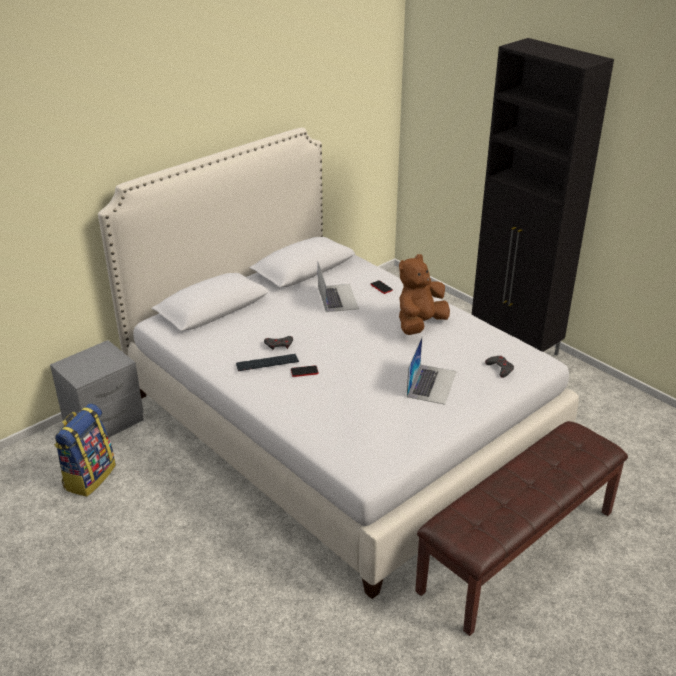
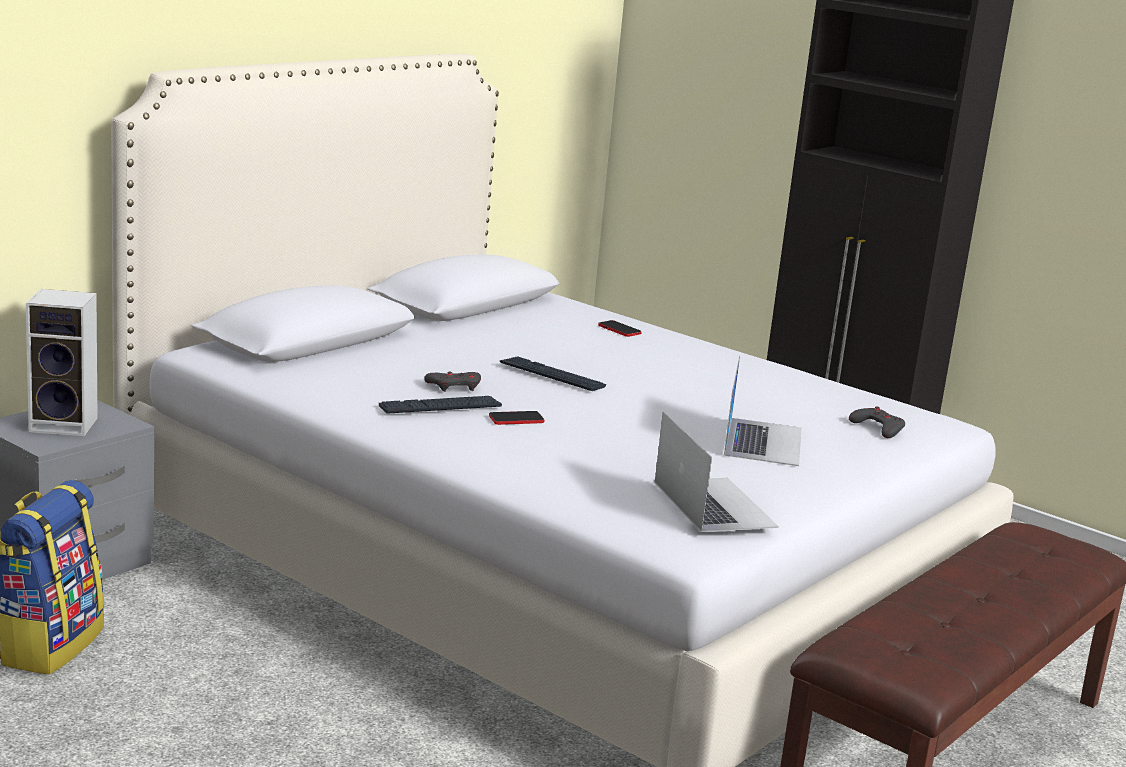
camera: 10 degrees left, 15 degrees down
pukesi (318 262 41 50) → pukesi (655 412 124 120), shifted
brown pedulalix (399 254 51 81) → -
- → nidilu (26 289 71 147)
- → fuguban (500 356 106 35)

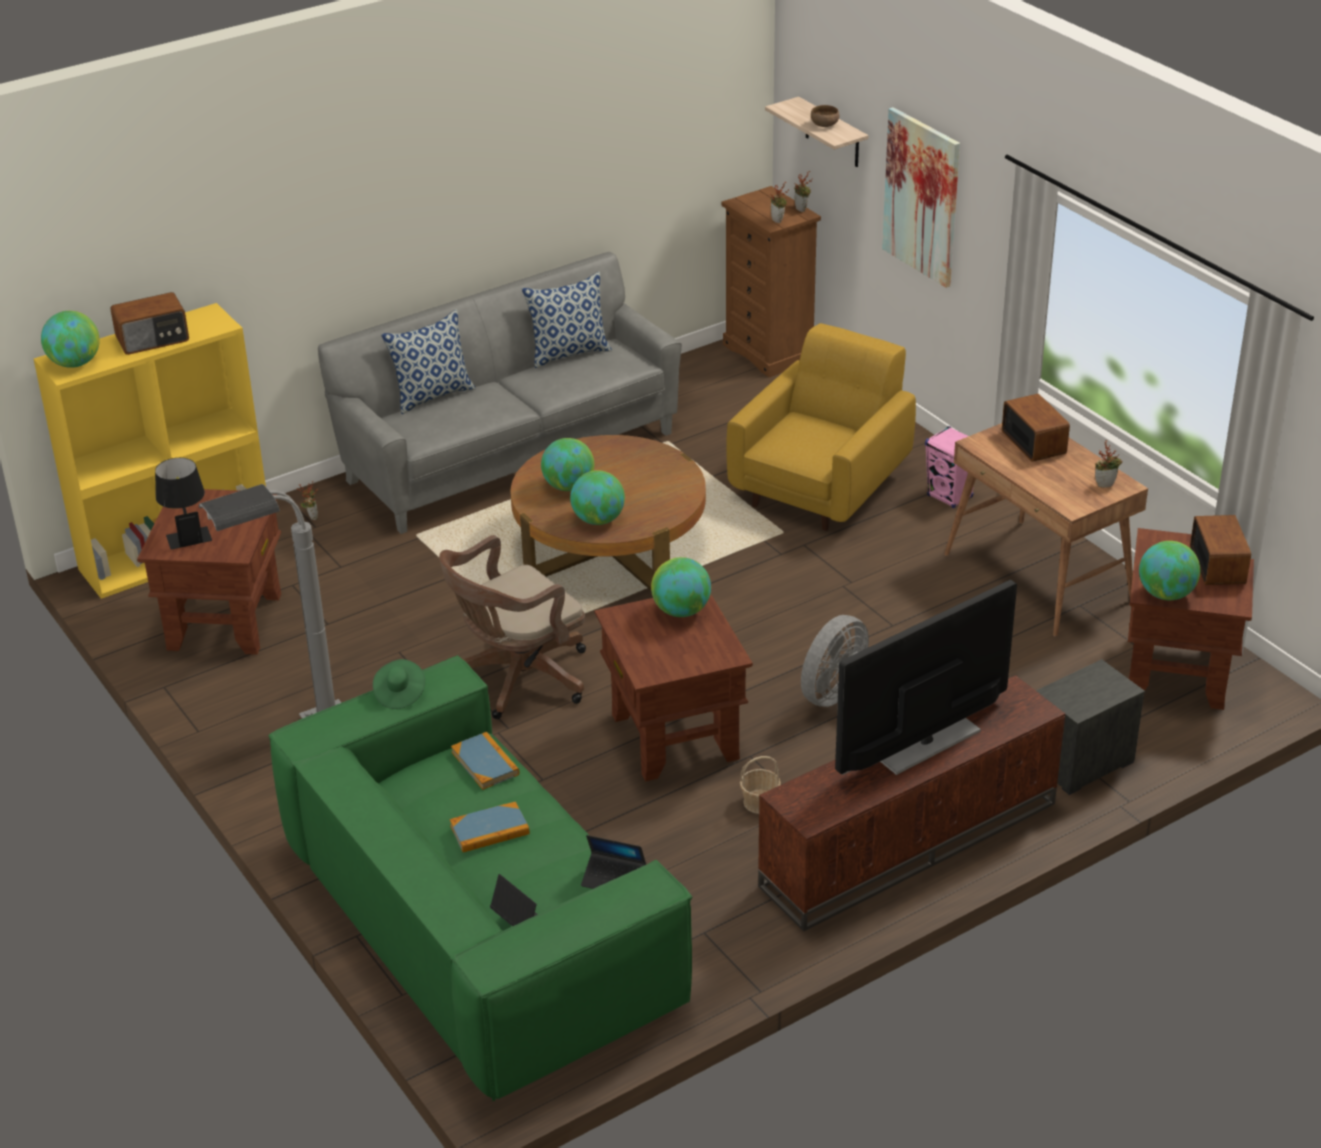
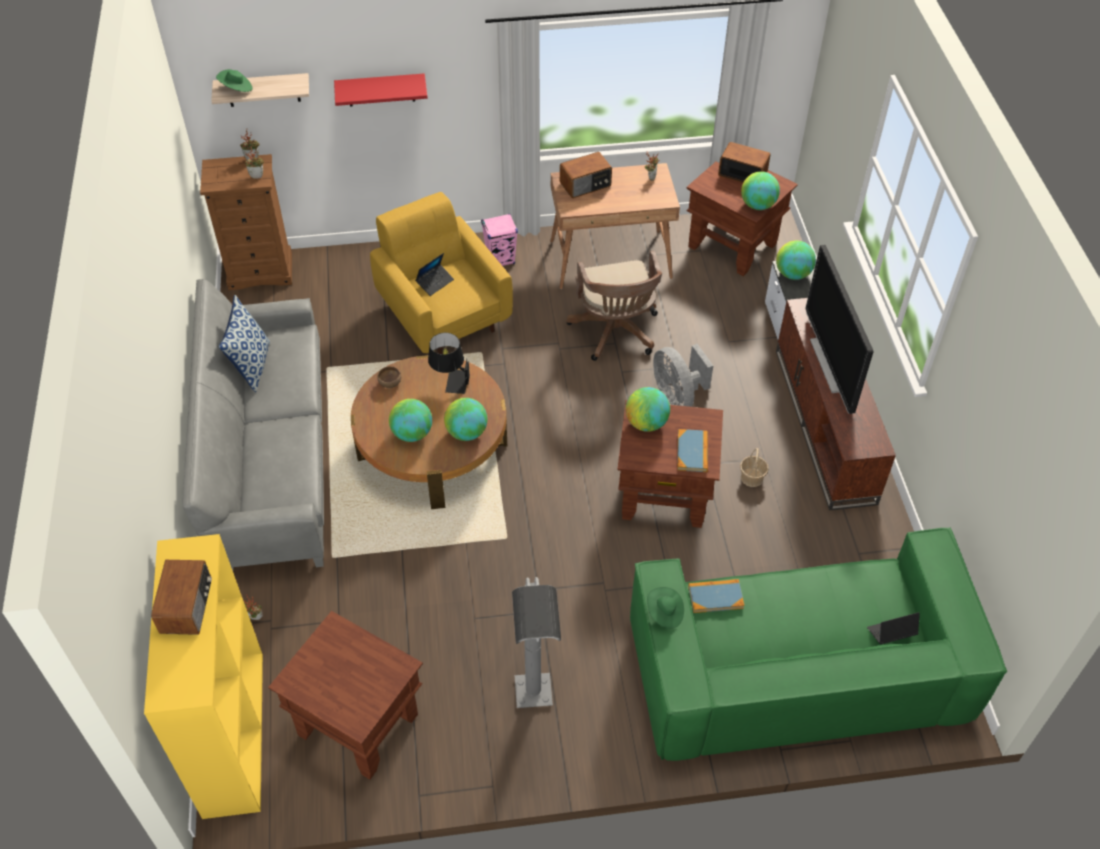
camera: 65 degrees left, 15 degrees up
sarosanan (41 311 59 57) → sarosanan (776 241 40 39), shifted
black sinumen (155 458 57 92) → black sinumen (428 333 42 61), shifted
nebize (381 309 95 105) → -
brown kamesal (439 535 147 184) → brown kamesal (566 251 96 110), shifted
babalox (450 801 80 51) → babalox (677 429 31 43), shifted
pukesi (581 835 65 54) → pukesi (416 253 38 43), shifted
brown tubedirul (811 105 28 22) → brown tubedirul (378 366 23 22), shifted
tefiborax (882 107 78 181) → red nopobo (334 73 94 34)
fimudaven (1002 394 68 68) → fimudaven (560 152 52 46), 150 degrees clockwise
- → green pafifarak (216 69 36 23)

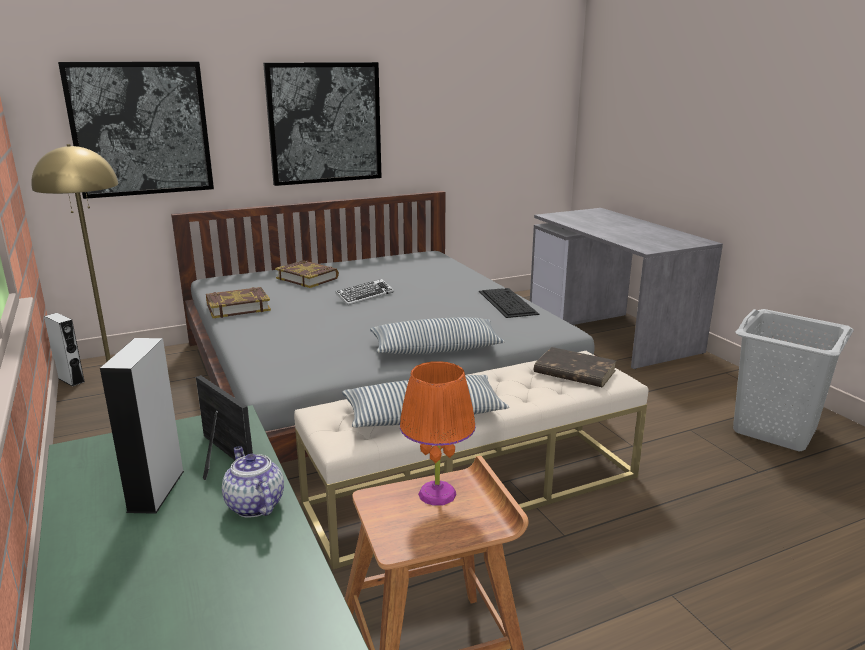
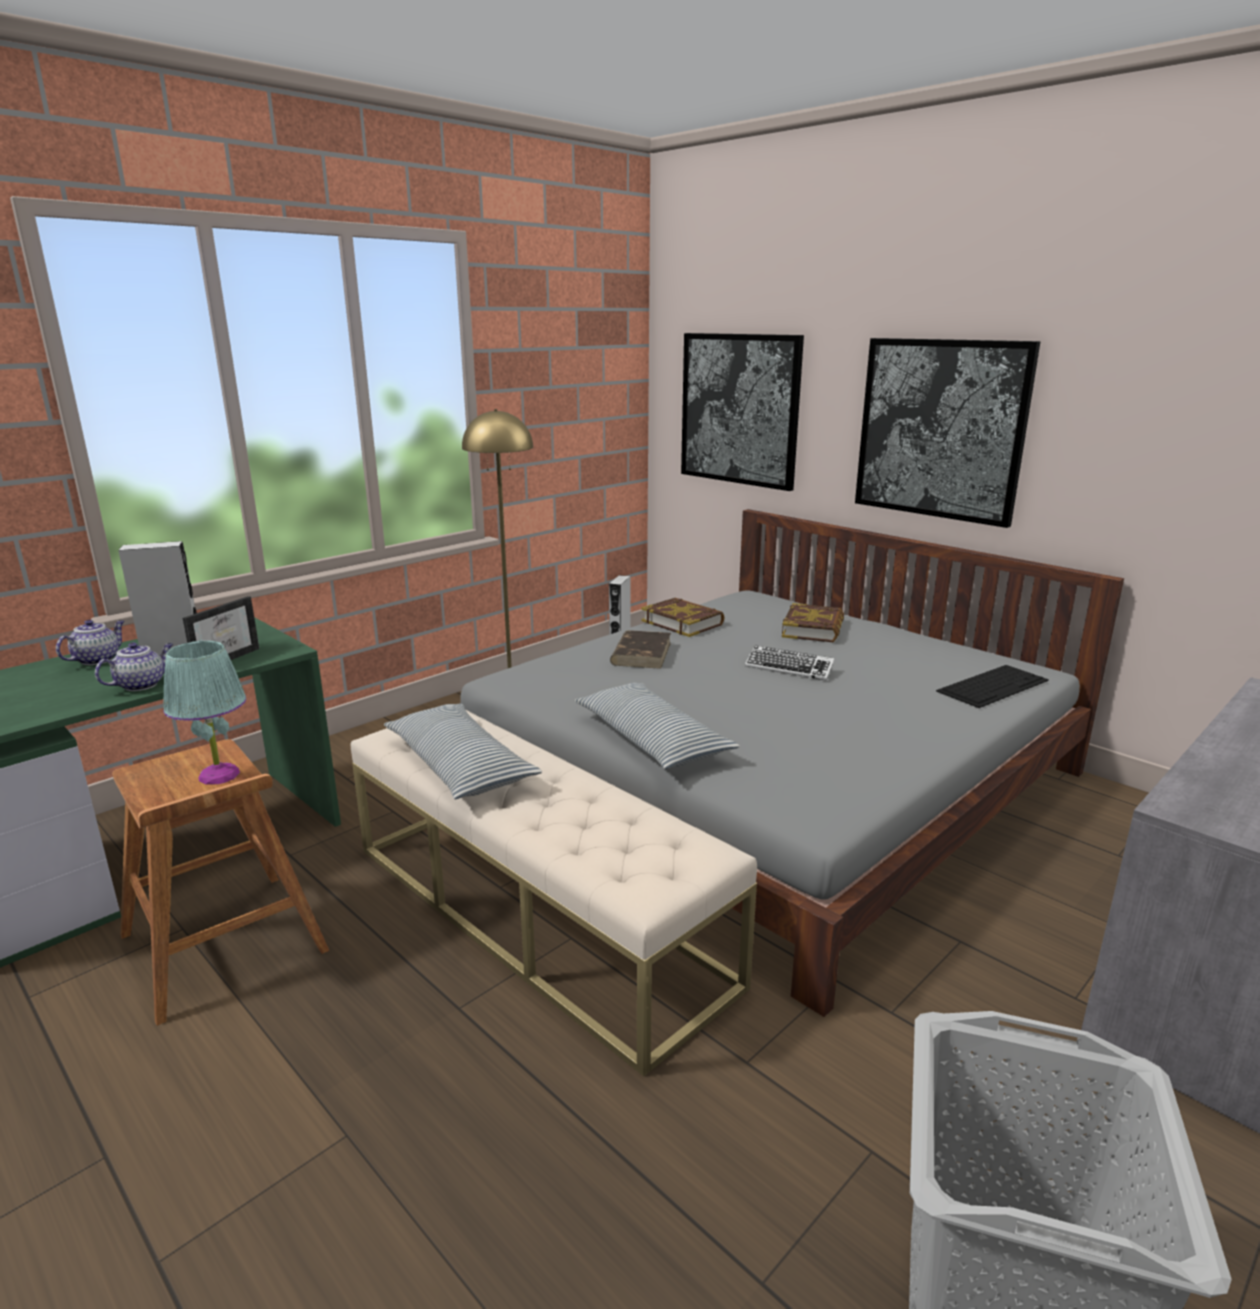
camera: 70 degrees right, 0 degrees up
orange sinumen (400 361 76 144) → turquoise sinumen (163 641 83 144)
fuguban (479 288 60 30) → fuguban (936 665 113 43), shifted
brown babalox (534 347 83 40) → brown babalox (610 630 61 39), shifted
- → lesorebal (56 620 68 45)

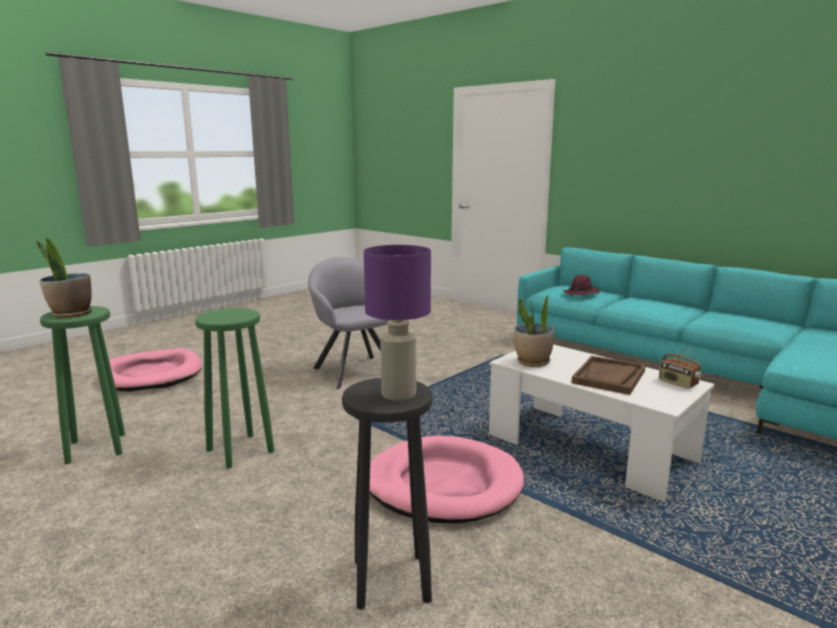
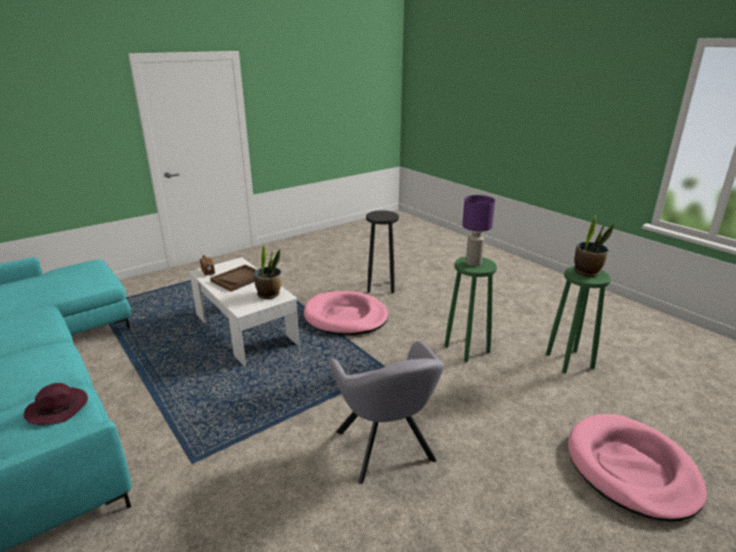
camera: 170 degrees left, 10 degrees up
purple sinumen (364 245 67 156) → purple sinumen (462 195 33 71), shifted

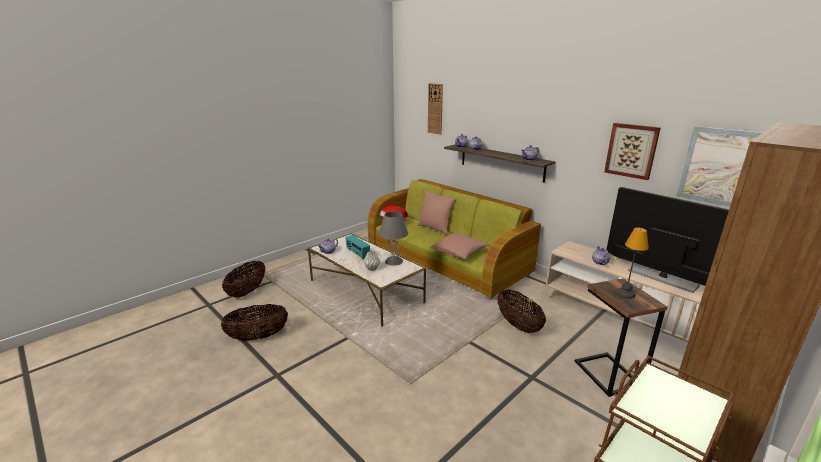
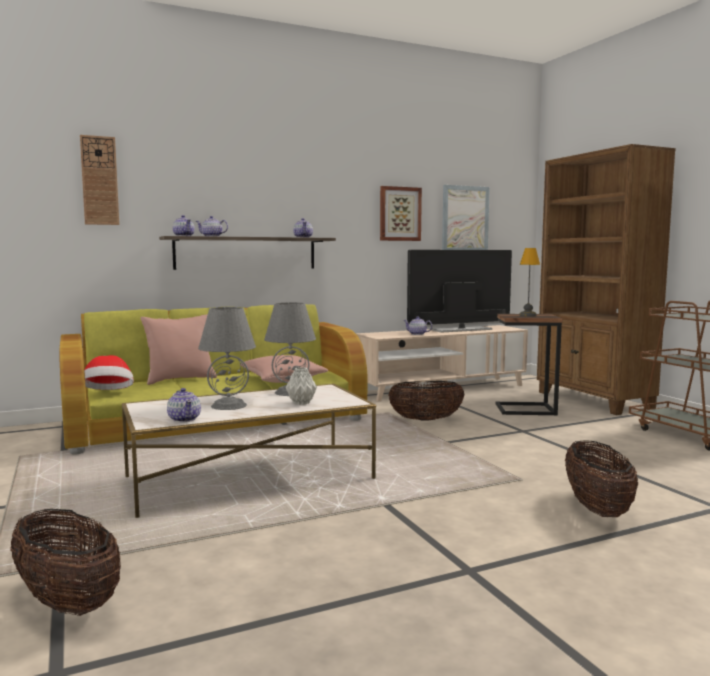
camera: 70 degrees left, 15 degrees down
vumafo (221 304 67 37) → vumafo (565 440 73 77), shifted
fimudaven (345 235 25 25) → grey sinumen (198 307 58 103)

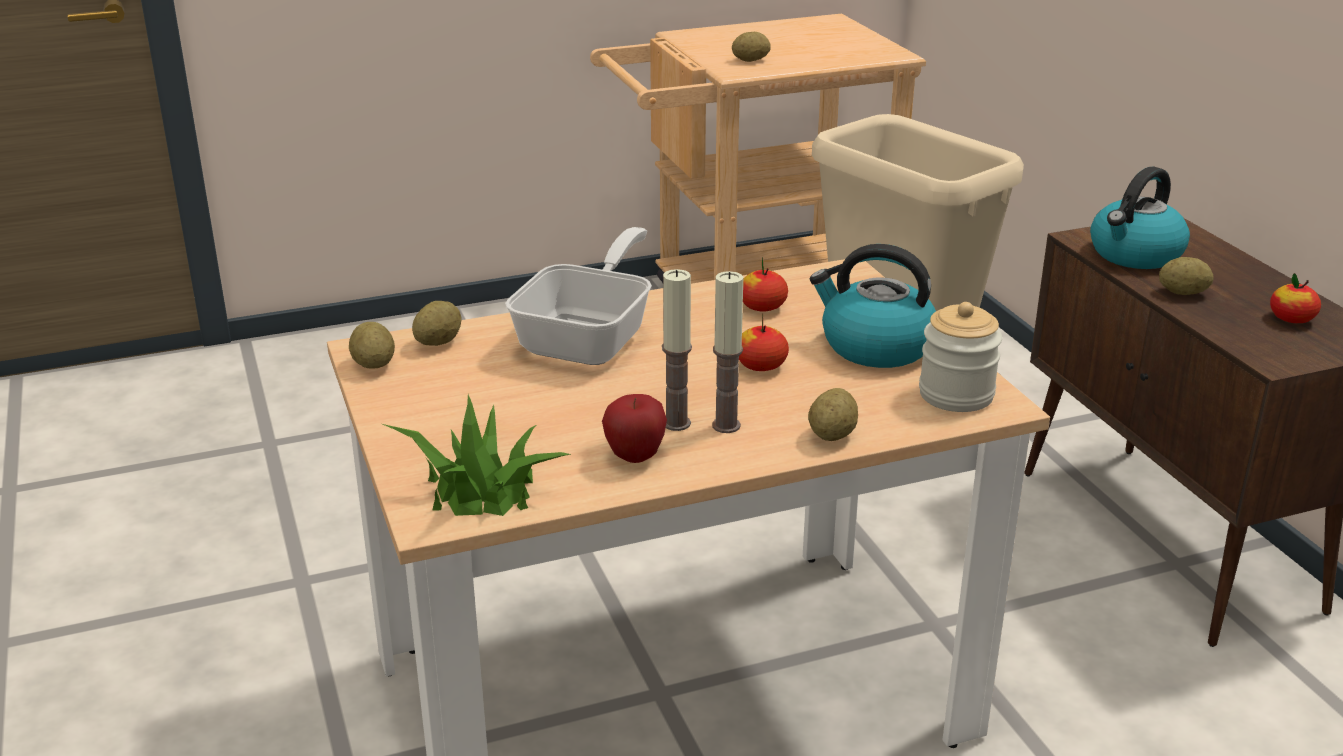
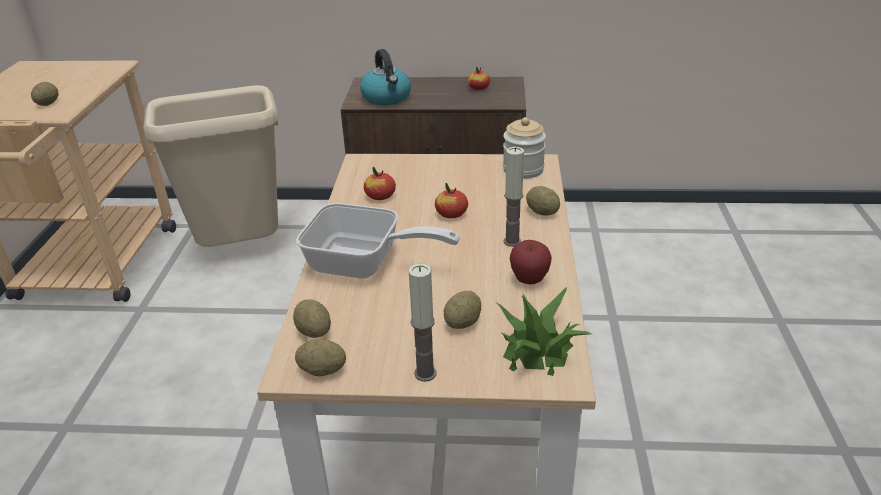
camera: 65 degrees left, 5 degrees up
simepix (505 227 147 138) → simepix (296 203 164 76), 150 degrees clockwise
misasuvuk (662 269 30 162) → misasuvuk (409 264 27 118), shifted
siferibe (810 244 126 124) → -
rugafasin (1159 257 55 38) → rugafasin (444 291 37 38), shifted

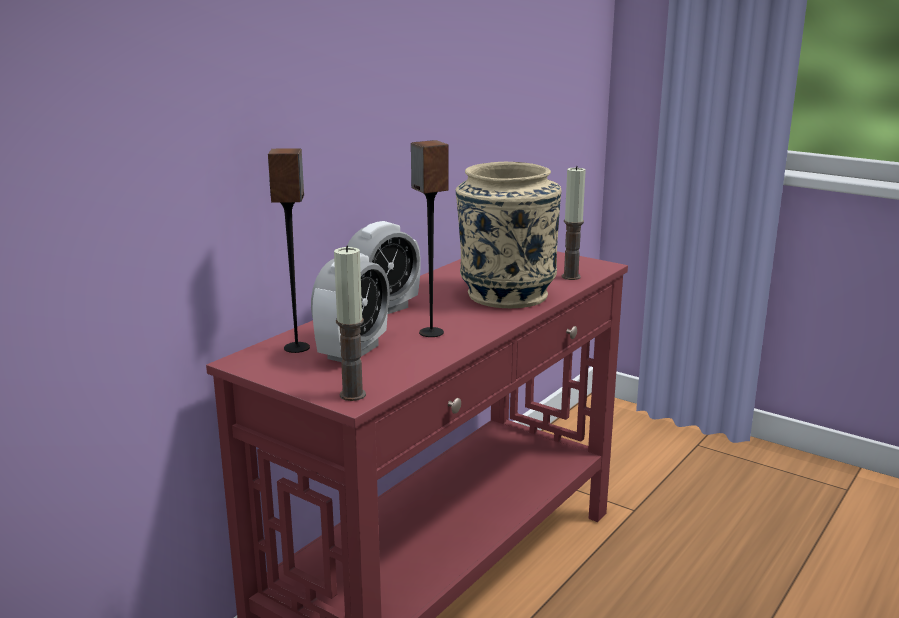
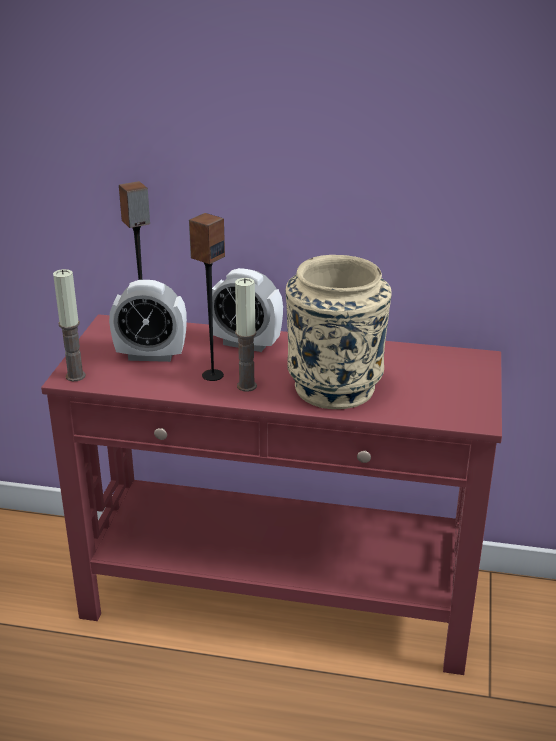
camera: 65 degrees right, 10 degrees up
misasuvuk (562 166 24 114) → misasuvuk (235 278 22 114), shifted

